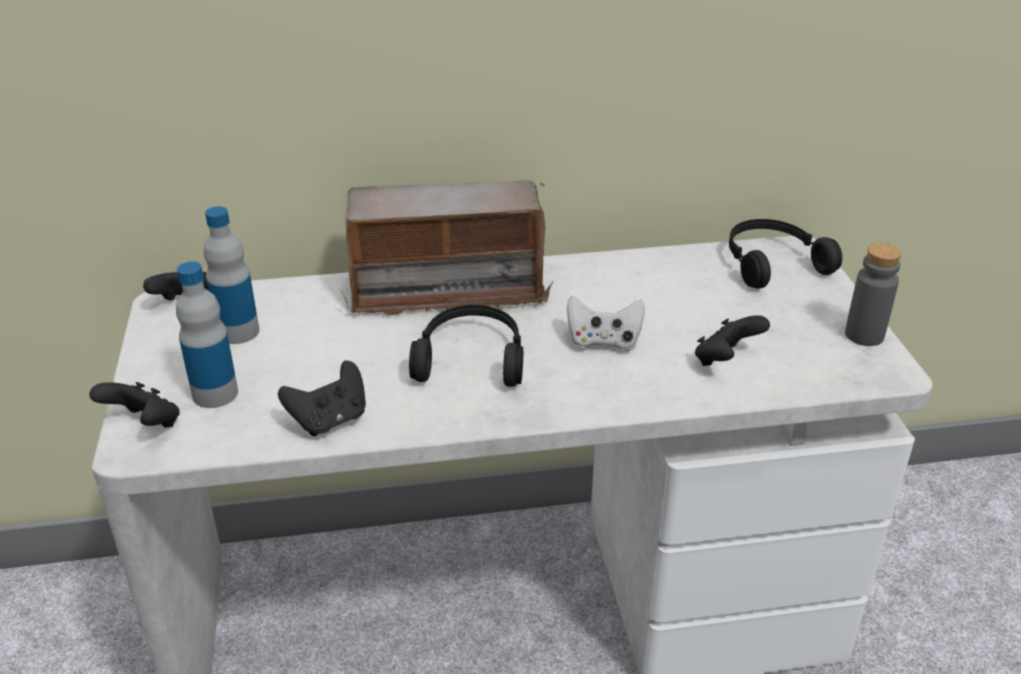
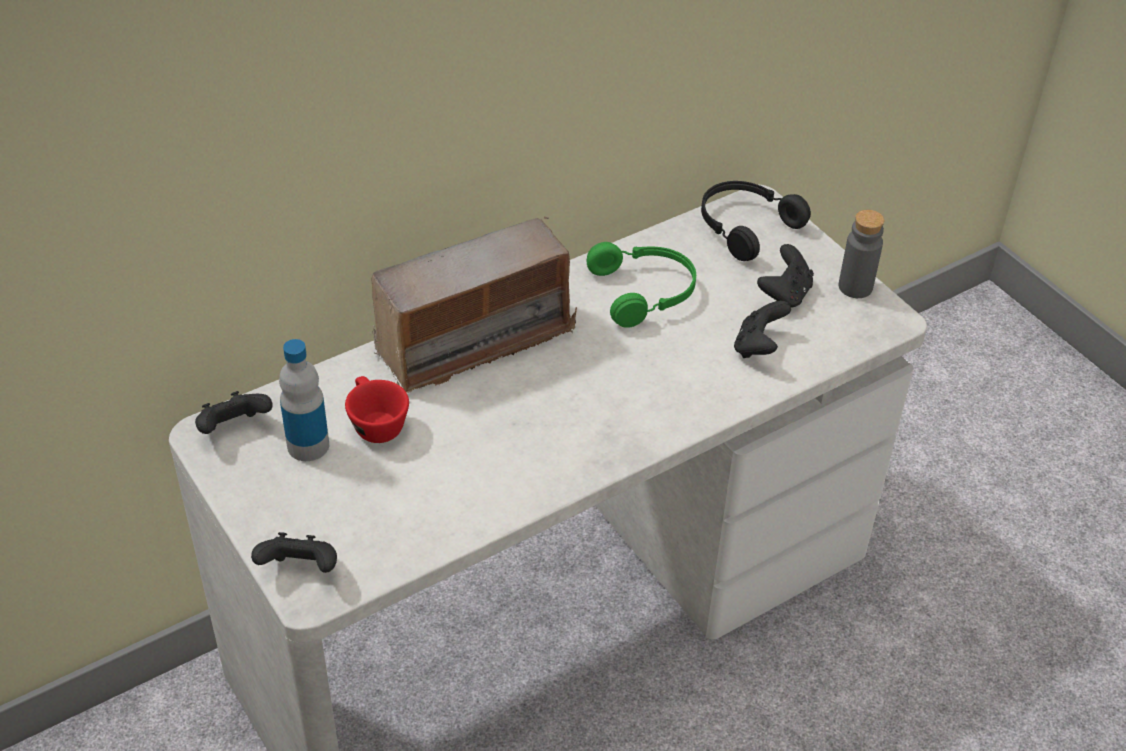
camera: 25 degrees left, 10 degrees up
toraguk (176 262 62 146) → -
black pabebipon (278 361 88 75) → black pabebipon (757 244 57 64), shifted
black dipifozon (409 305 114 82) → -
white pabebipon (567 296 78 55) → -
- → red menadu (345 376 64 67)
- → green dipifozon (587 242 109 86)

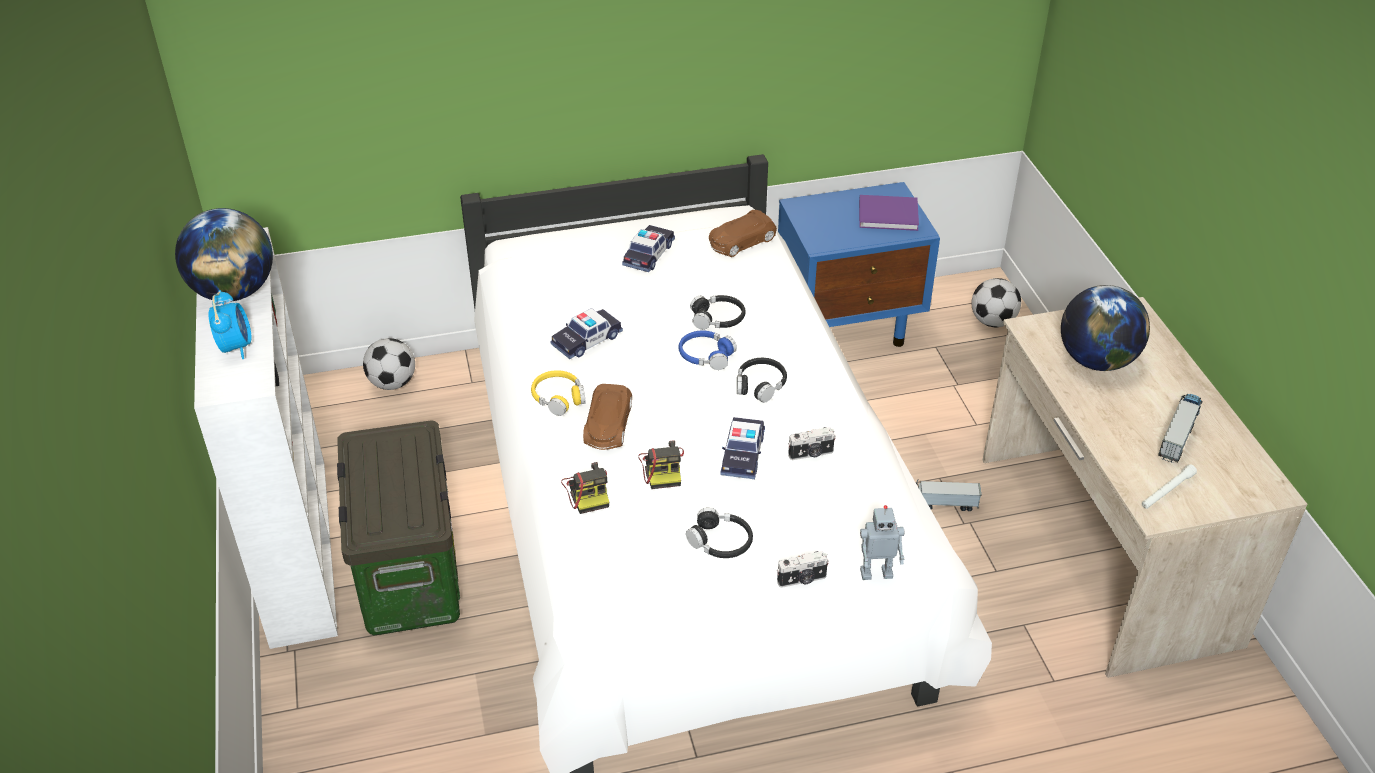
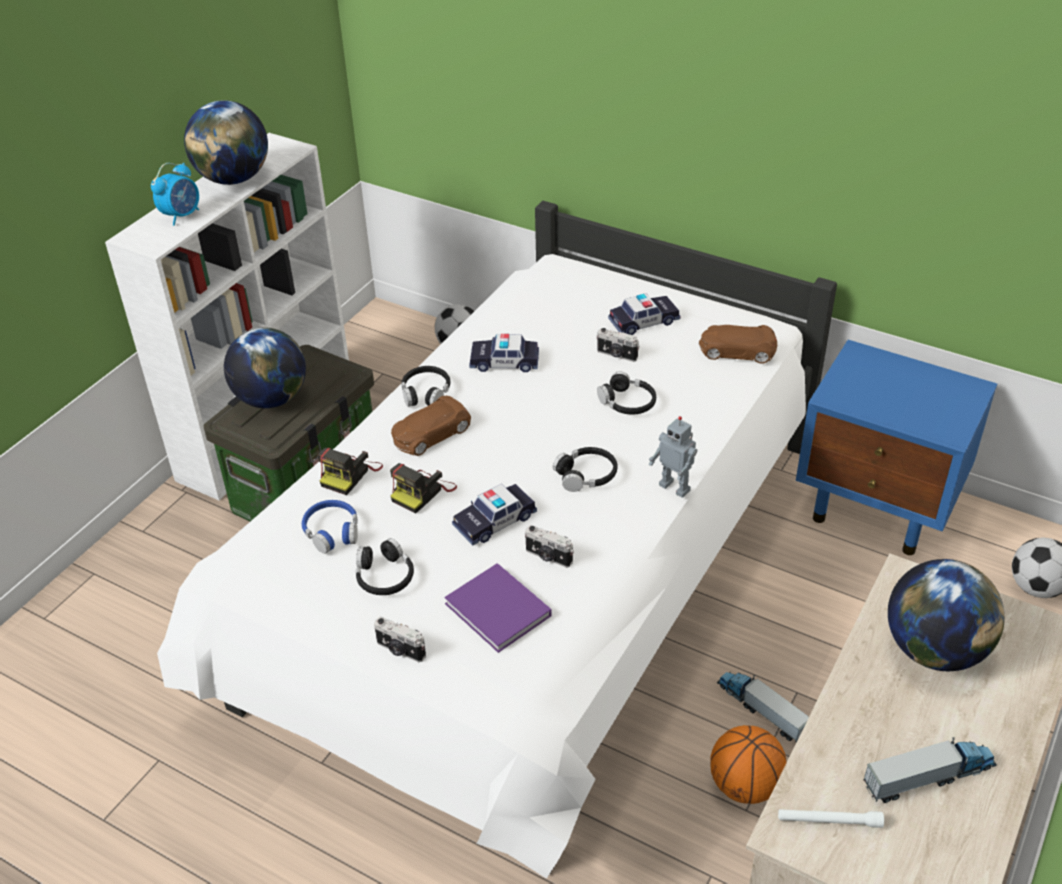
camera: 45 degrees right, 0 degrees up
yellow dipifozon (531 370 55 46) → black dipifozon (401 366 50 41)
blue dipifozon (679 331 58 39) → blue dipifozon (302 500 56 54), shifted
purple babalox (859 195 60 36) → purple babalox (444 563 108 90), shifted
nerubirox (860 505 44 75) → nerubirox (649 416 48 82), shifted
- → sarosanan (224 327 82 81)
- → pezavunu (597 328 42 34)
- → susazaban (710 725 77 79)

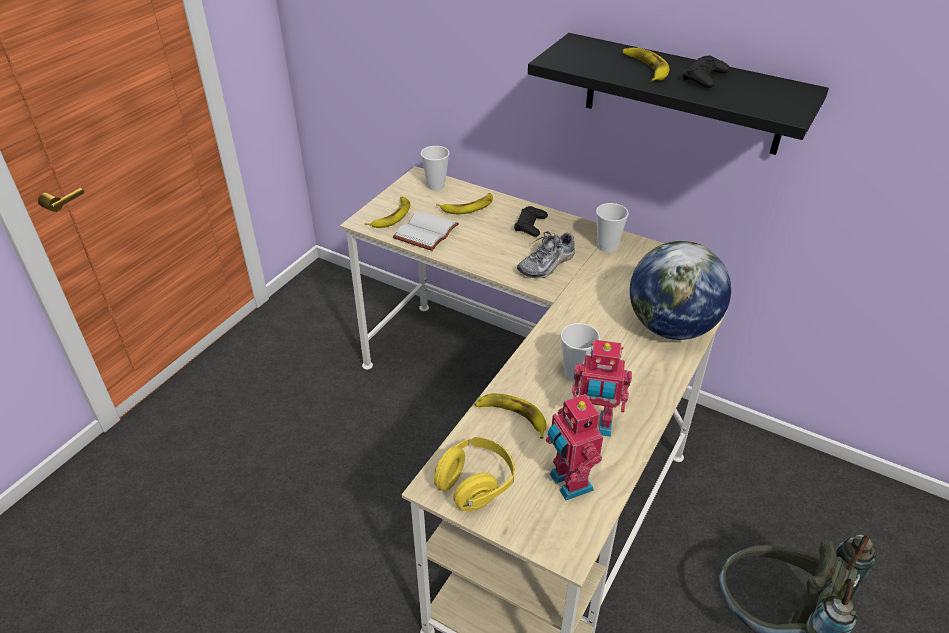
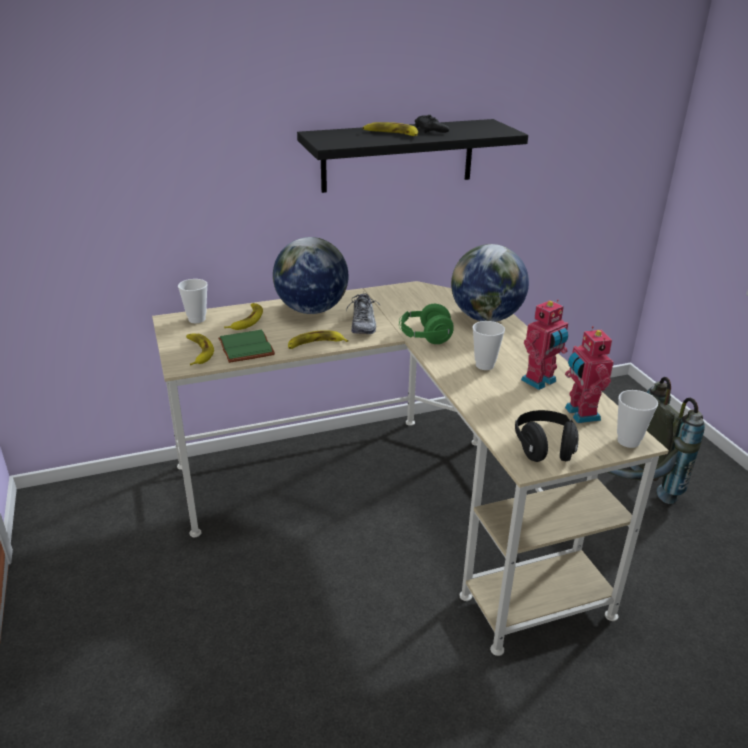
camera: 50 degrees left, 10 degrees down
white babalox (393 211 66 40) → green babalox (218 330 57 33)
yellow dipifozon (434 437 81 74) → black dipifozon (515 410 63 52)
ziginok (474 394 73 45) → ziginok (288 330 61 19), shifted
black pabebipon (514 206 34 31) → sarosanan (273 237 76 77)
nerubirox (546 393 57 107) → nerubirox (565 326 49 97), 60 degrees clockwise
menadu (596 203 33 49) → menadu (617 390 41 58), shifted
- → green dipifozon (399 304 55 40)

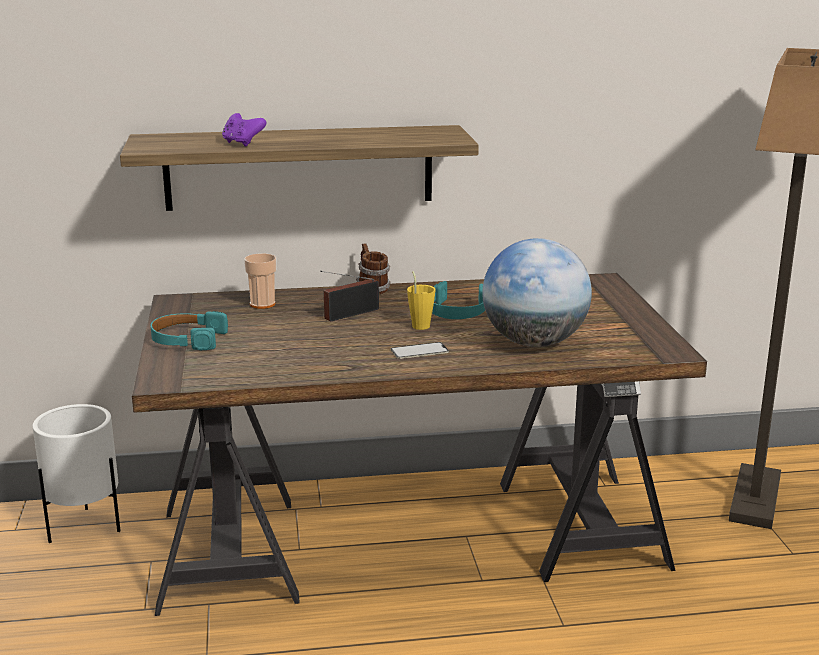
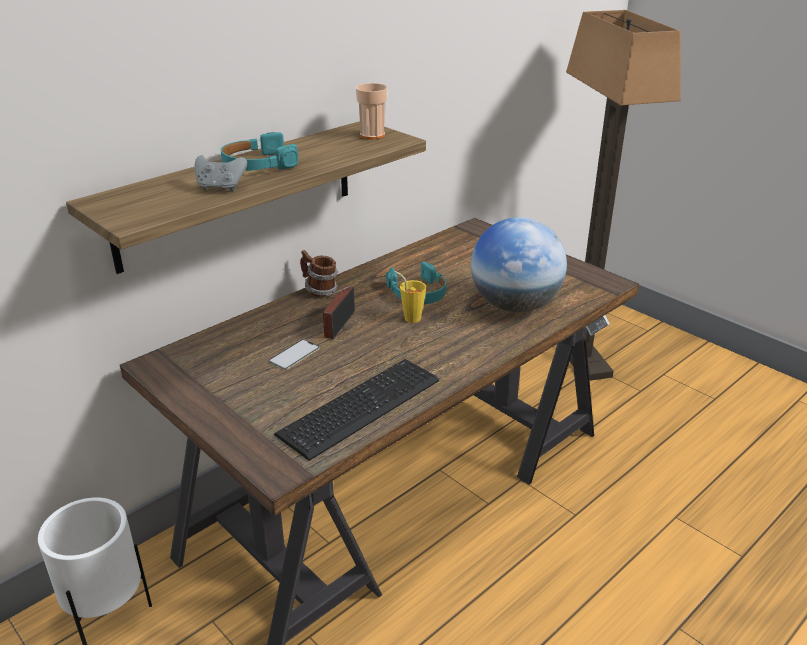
camera: 35 degrees left, 10 degrees up
turquoise dipifozon (151 311 77 39) → turquoise dipifozon (221 132 77 39), shifted
purple pabebipon (222 113 44 34) → grey pabebipon (195 155 52 37)
menadu (244 253 33 56) → menadu (356 83 32 56), shifted
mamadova (391 342 58 17) → mamadova (268 339 52 31), shifted
- → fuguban (274 359 165 102)

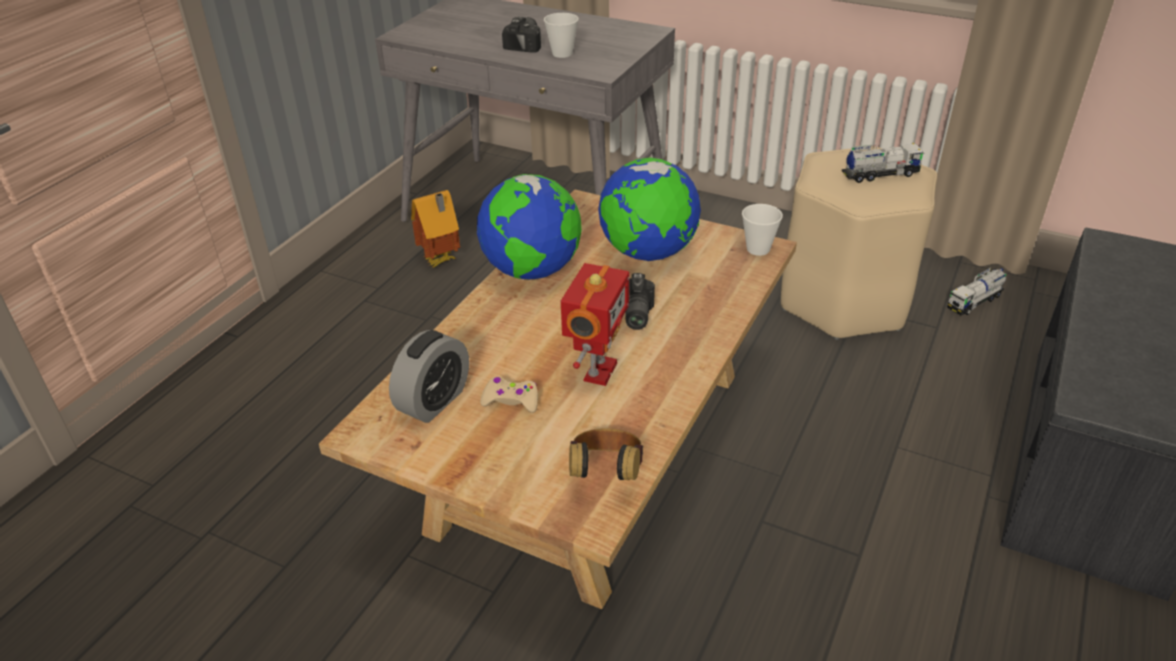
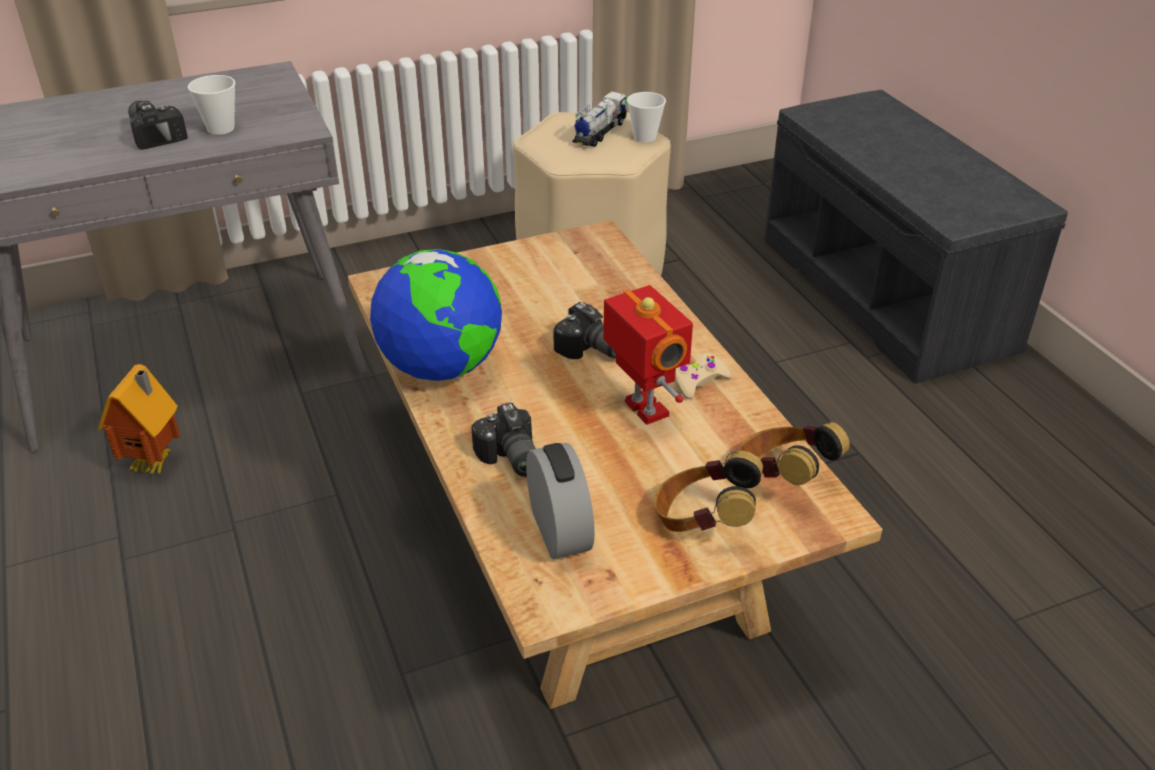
camera: 50 degrees left, 0 degrees up
beige pabebipon (480 377 58 36) → beige pabebipon (675 353 57 46), shifted
sarosanan (598 157 103 104) → -
menadu (742 204 41 52) → menadu (627 92 39 50), shifted
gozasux (947 267 59 48) → -
- → pezavunu (471 403 65 74)
- → dipifozon (654 451 109 81)

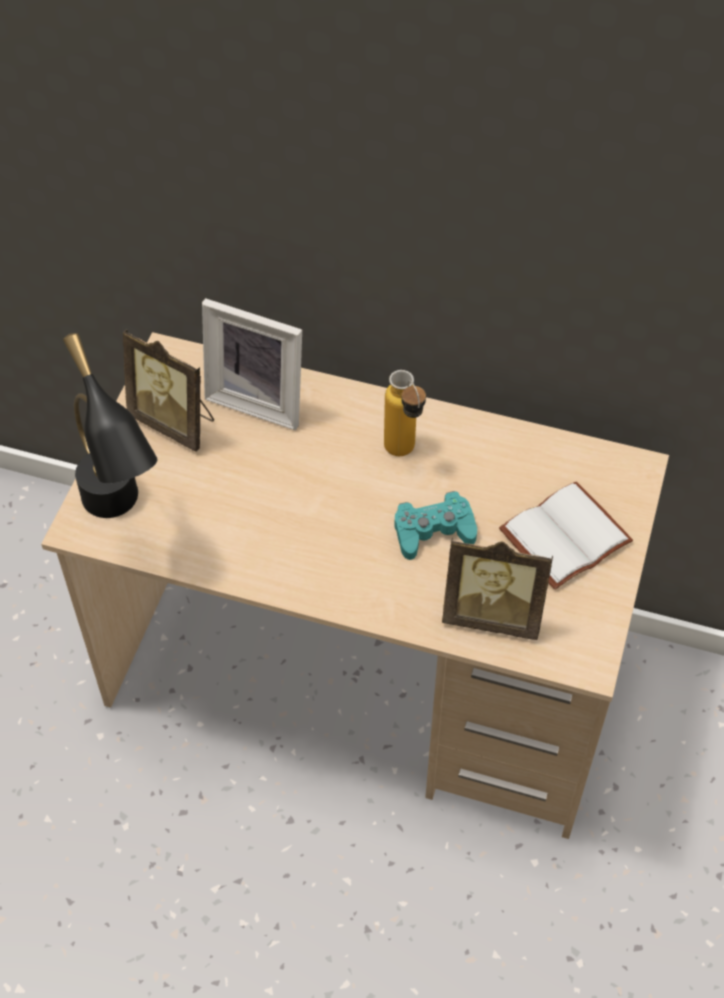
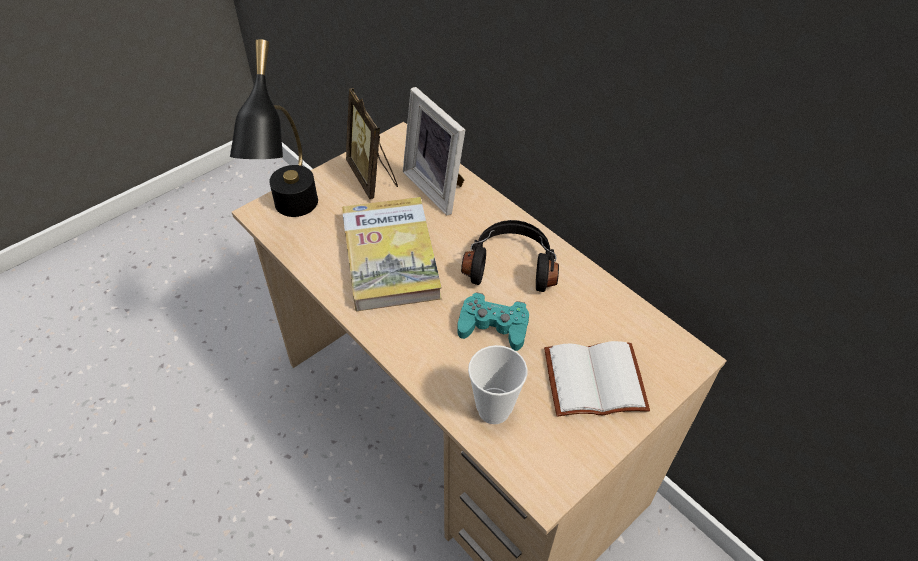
camera: 30 degrees right, 5 degrees down
toraguk (384 370 42 86) → black dipifozon (461 220 98 72)
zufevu (442 538 111 102) → menadu (468 345 60 79)
- → babalox (342 197 100 114)

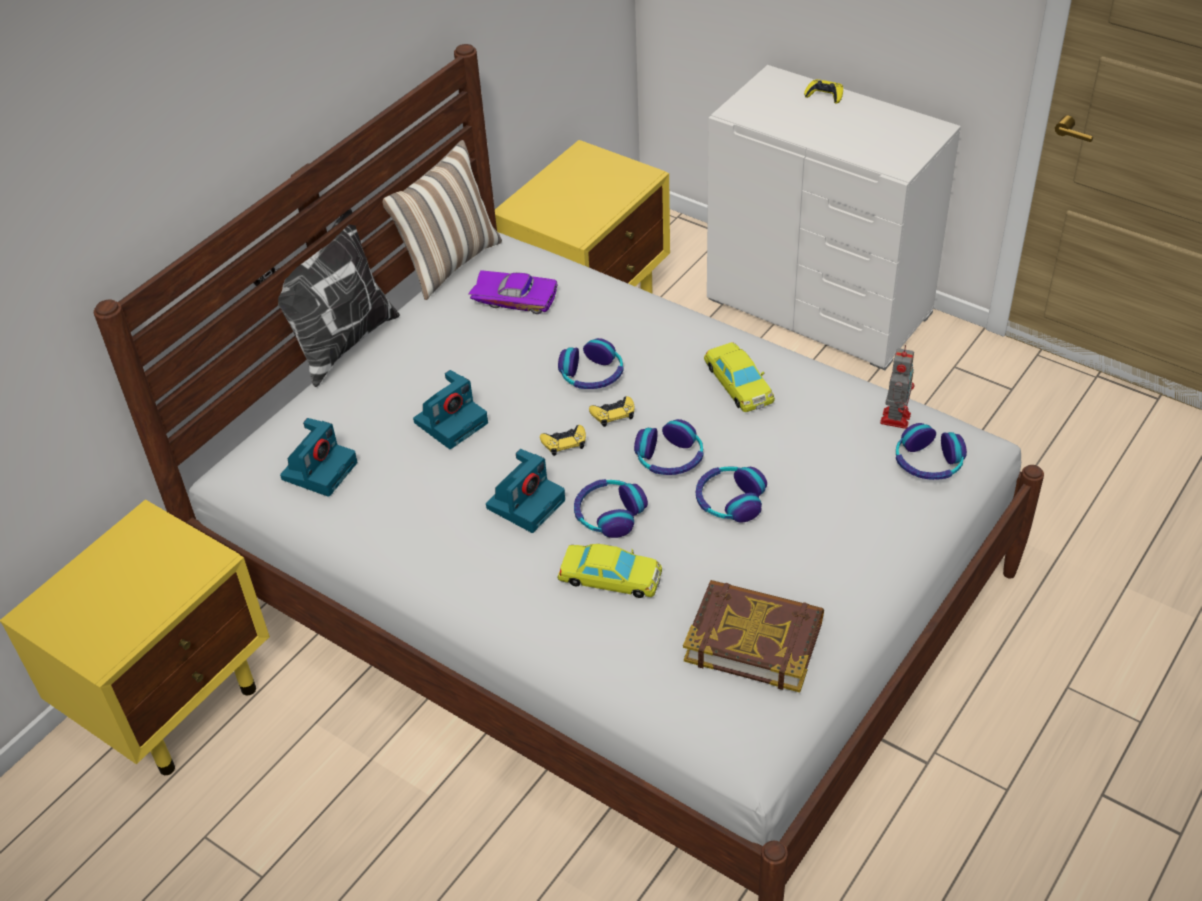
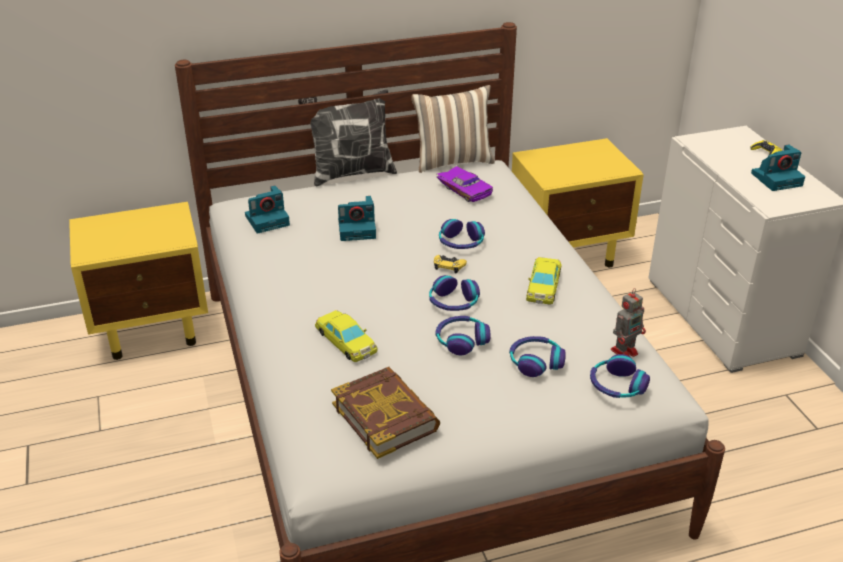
camera: 35 degrees right, 10 degrees down
pezavunu (486 449 79 84) → pezavunu (751 145 54 46), shifted
yellow pabebipon (540 425 46 31) → -
dipifozon (574 479 74 59) → dipifozon (509 336 57 41), shifted

